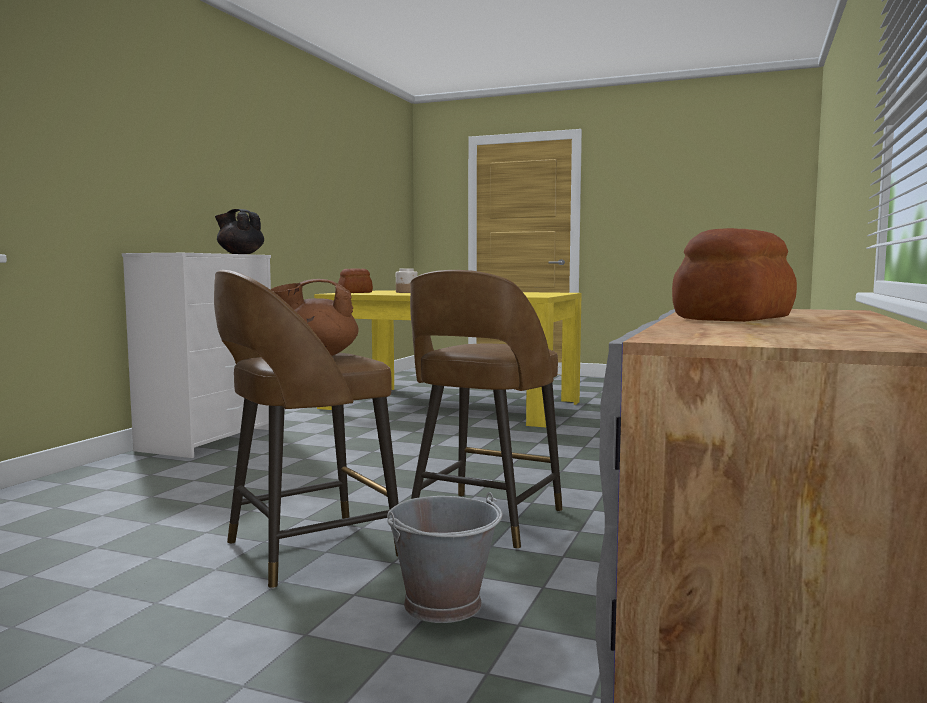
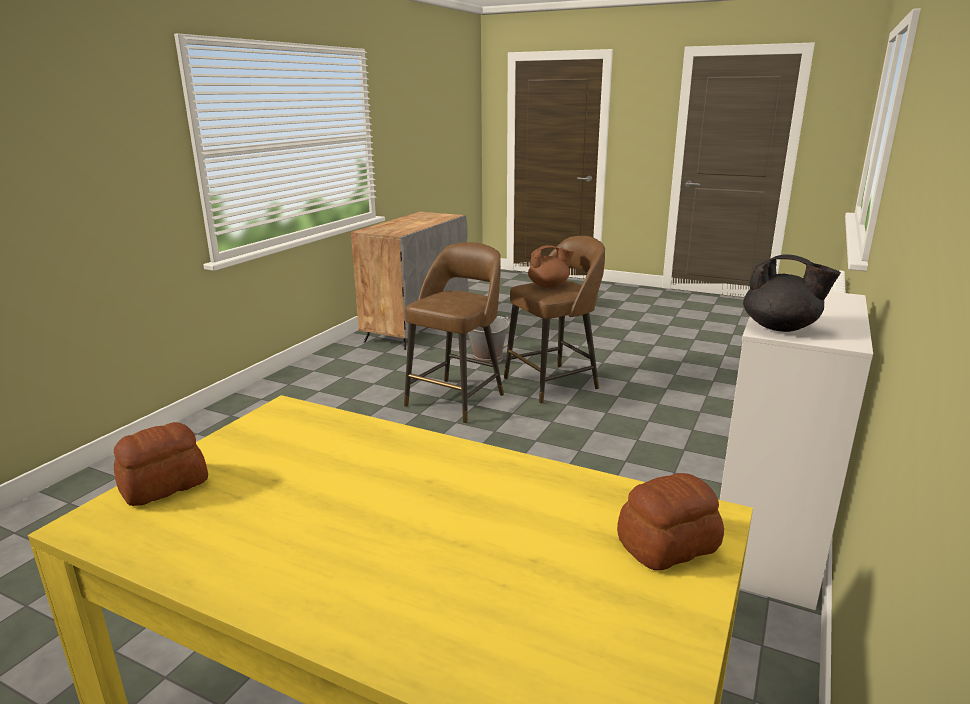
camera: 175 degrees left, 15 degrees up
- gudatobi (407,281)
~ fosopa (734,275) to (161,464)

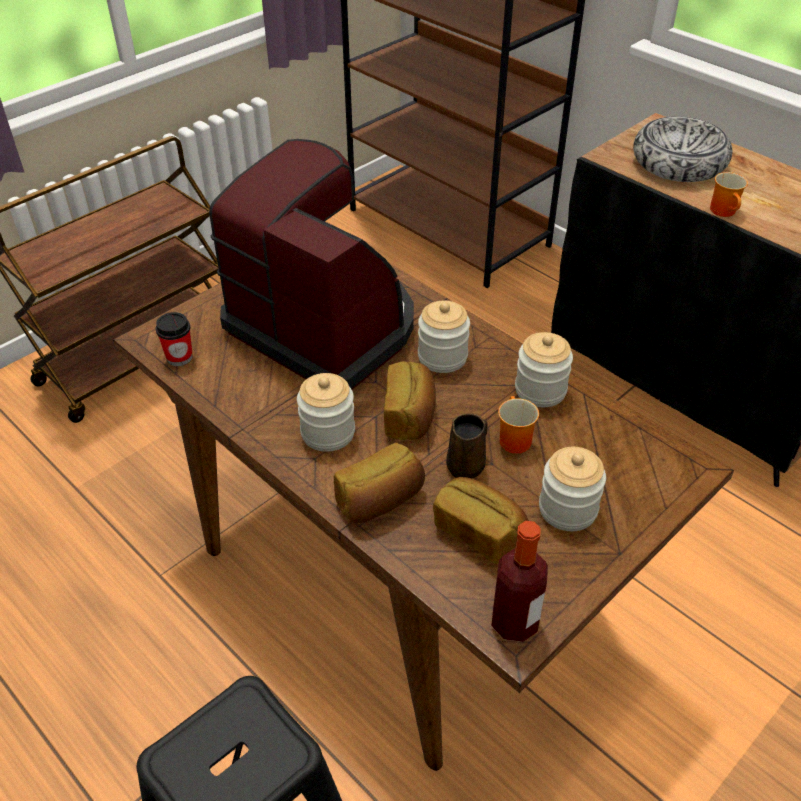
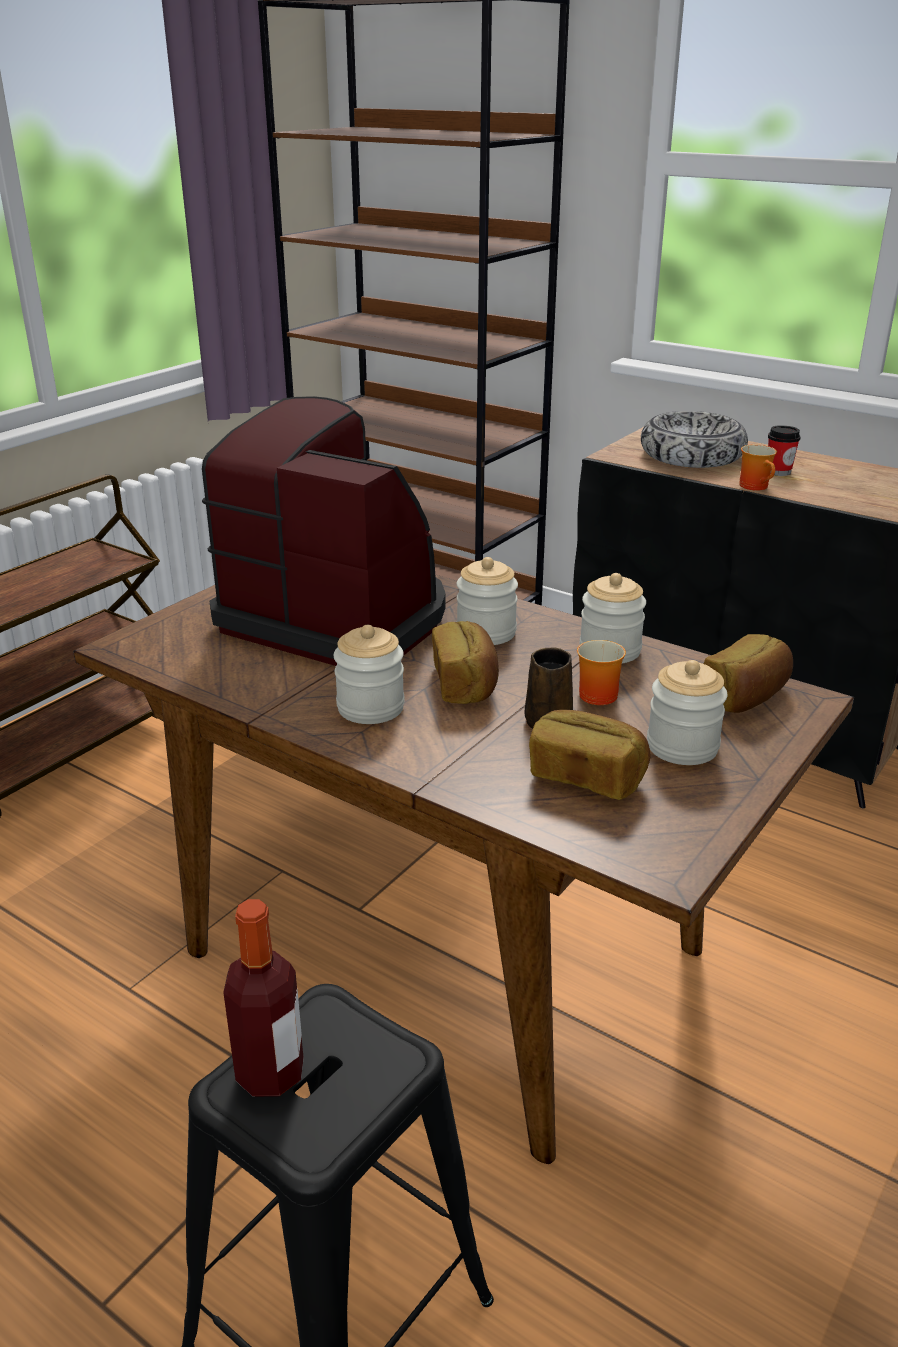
camera: 10 degrees left, 15 degrees down
~ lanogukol (174,339) to (784,450)
~ fosopa (379,483) to (748,673)
~ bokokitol (519,581) to (263,998)

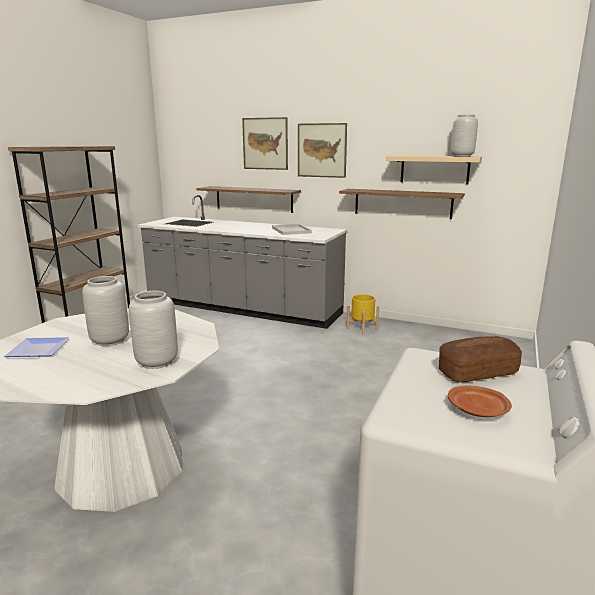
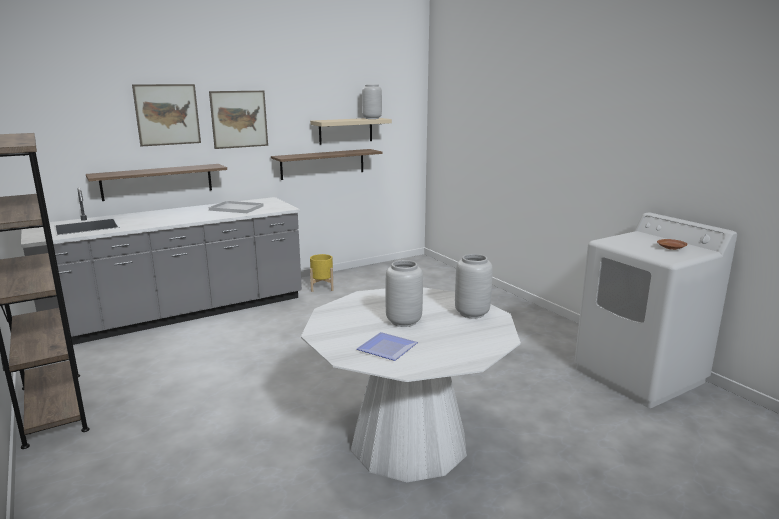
camera: 55 degrees left, 0 degrees up
- fosopa (480,359)

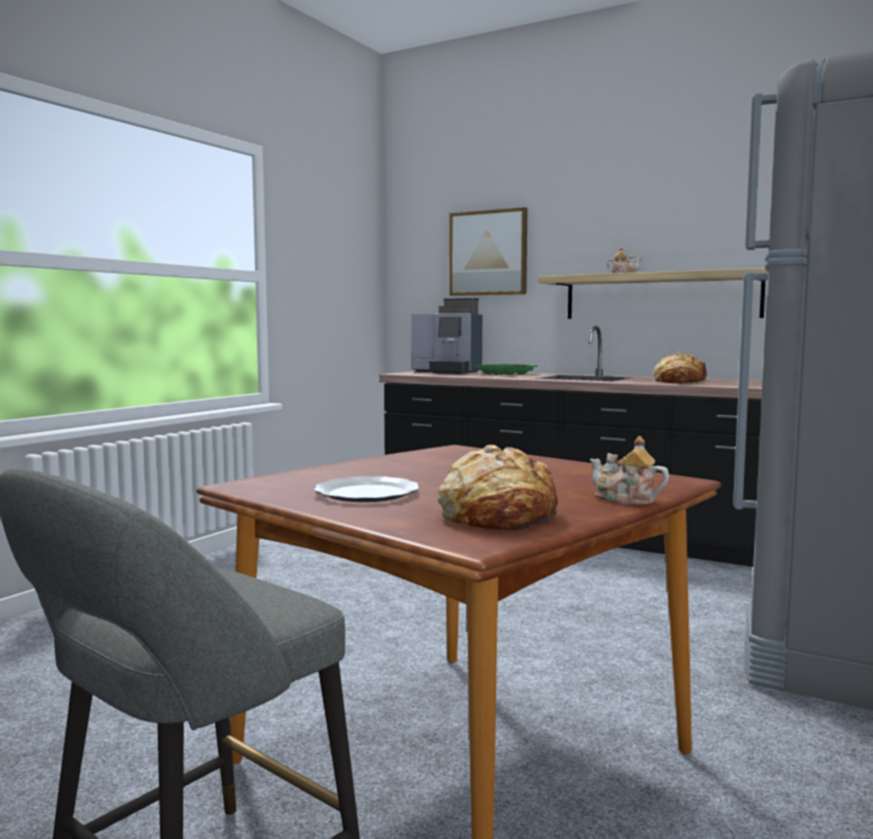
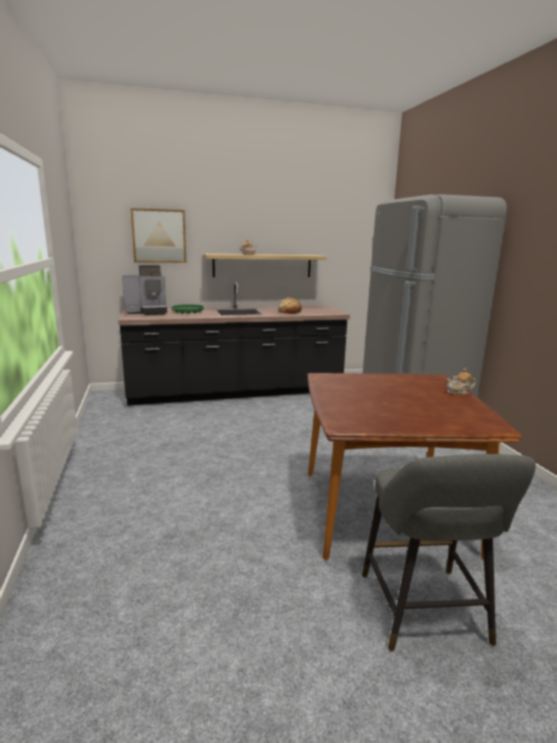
camera: 45 degrees left, 10 degrees up
- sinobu (366,489)
- fosopa (497,487)

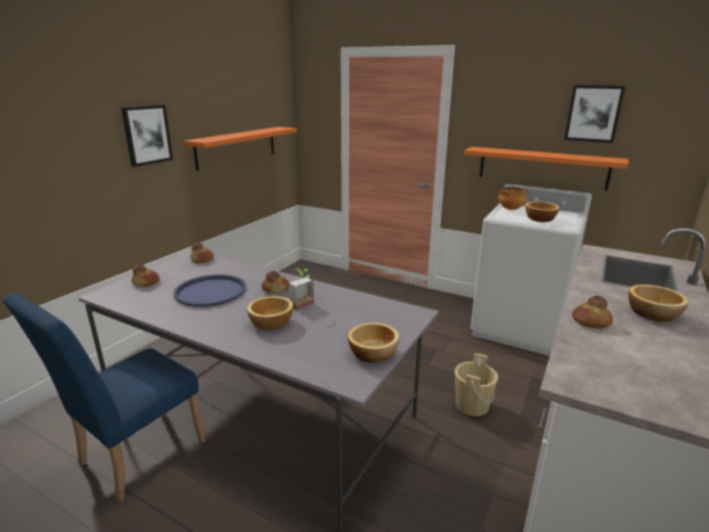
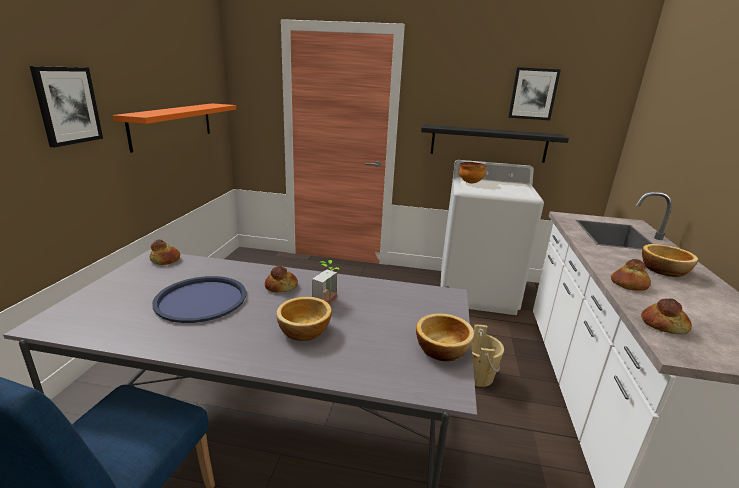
camera: 20 degrees left, 0 degrees up
~ fosopa (146,275) to (666,316)
~ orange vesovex (546,168) to black vesovex (495,144)
- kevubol (542,212)

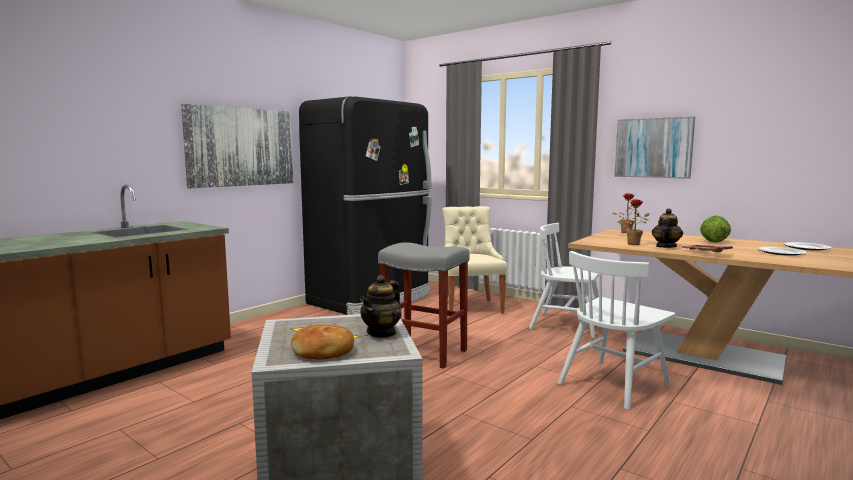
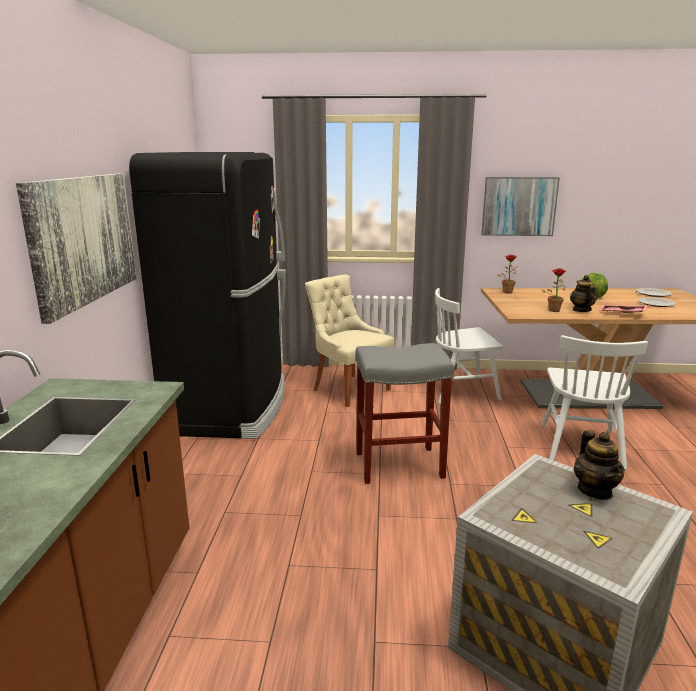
camera: 35 degrees left, 10 degrees up
- fosopa (322,342)

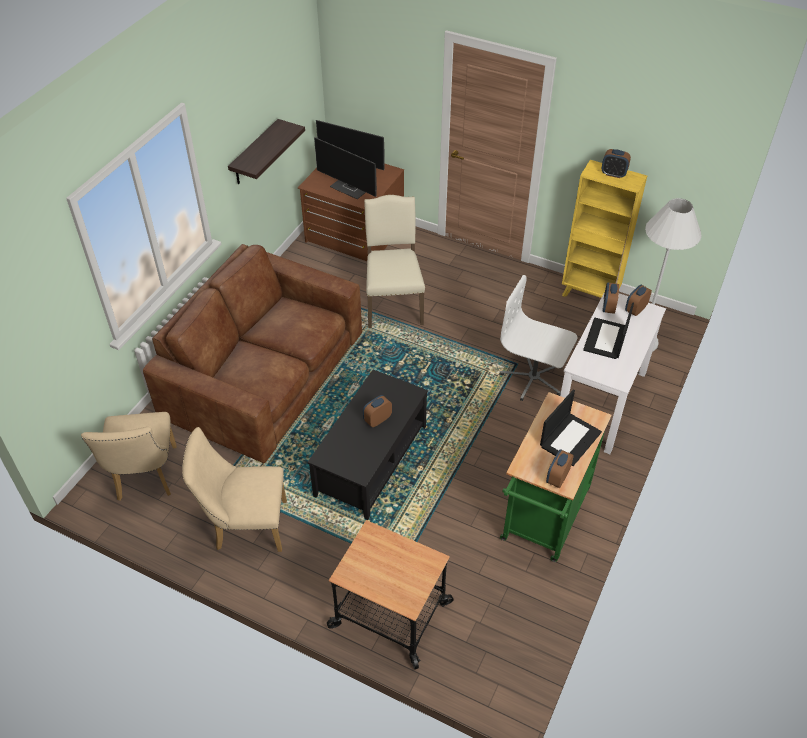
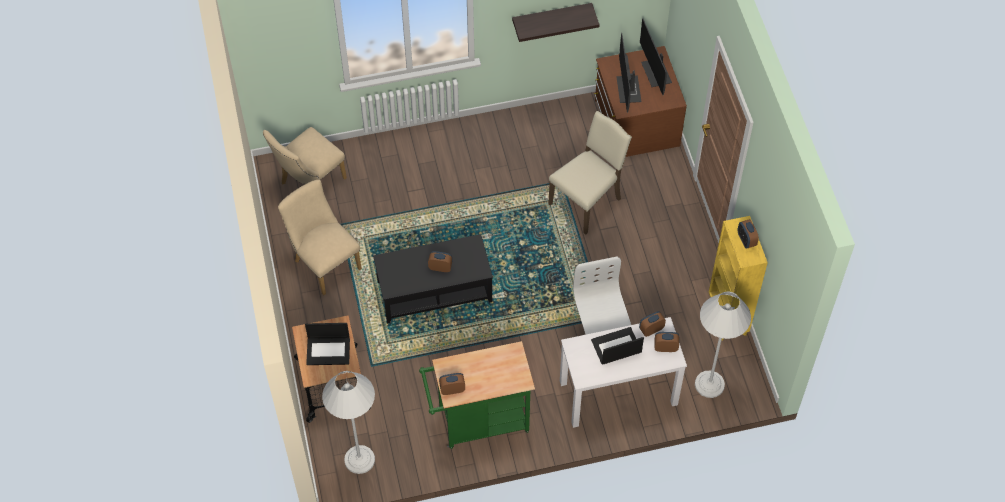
camera: 50 degrees right, 10 degrees up
- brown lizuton (252,353)
~ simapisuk (571,427) to (327,344)
+ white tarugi (348,422)

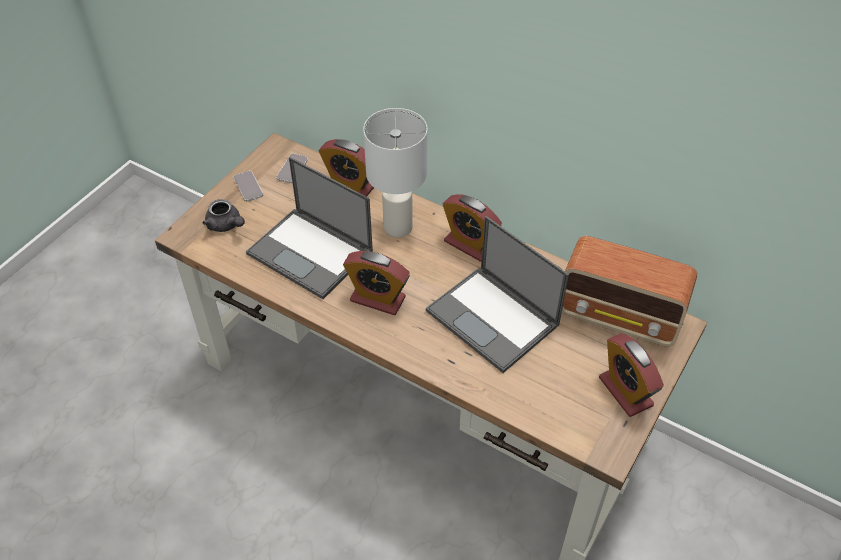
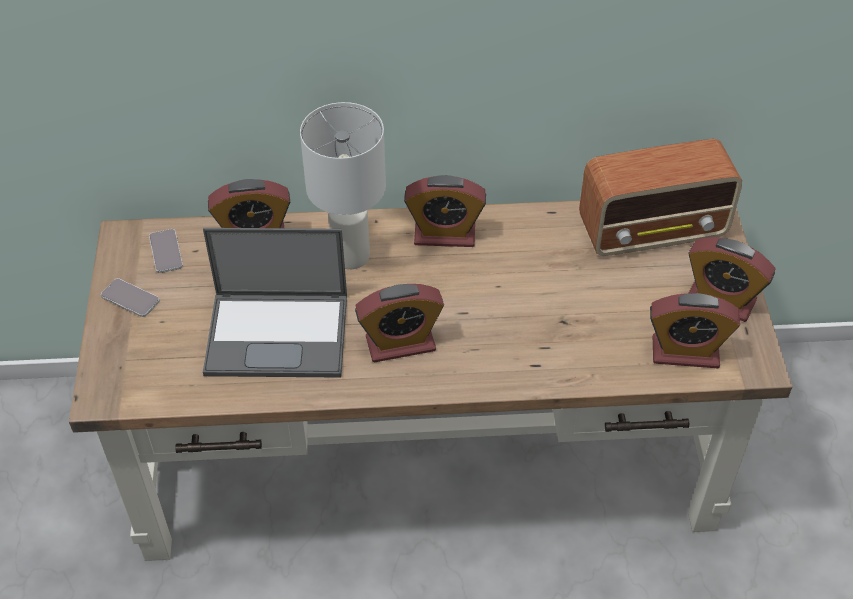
camera: 35 degrees left, 0 degrees up
- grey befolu (223,215)
- simapisuk (497,294)
+ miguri (695,330)

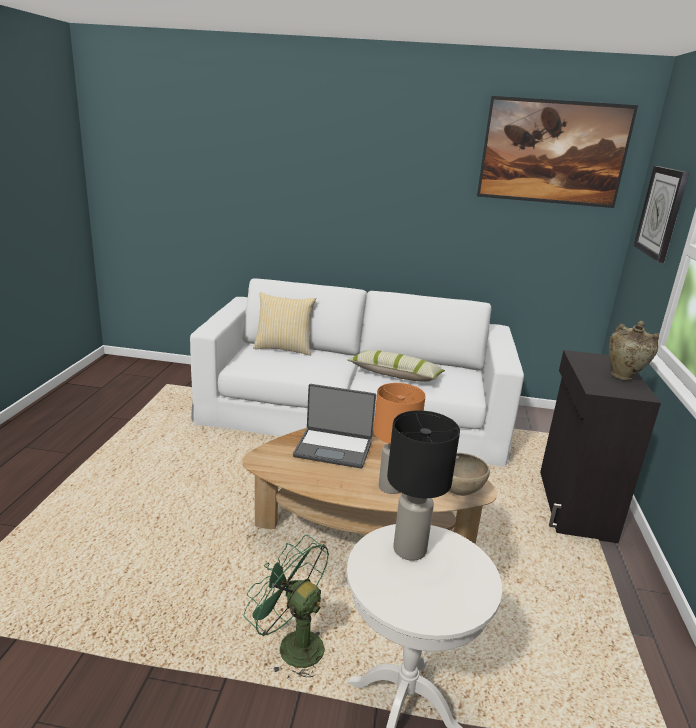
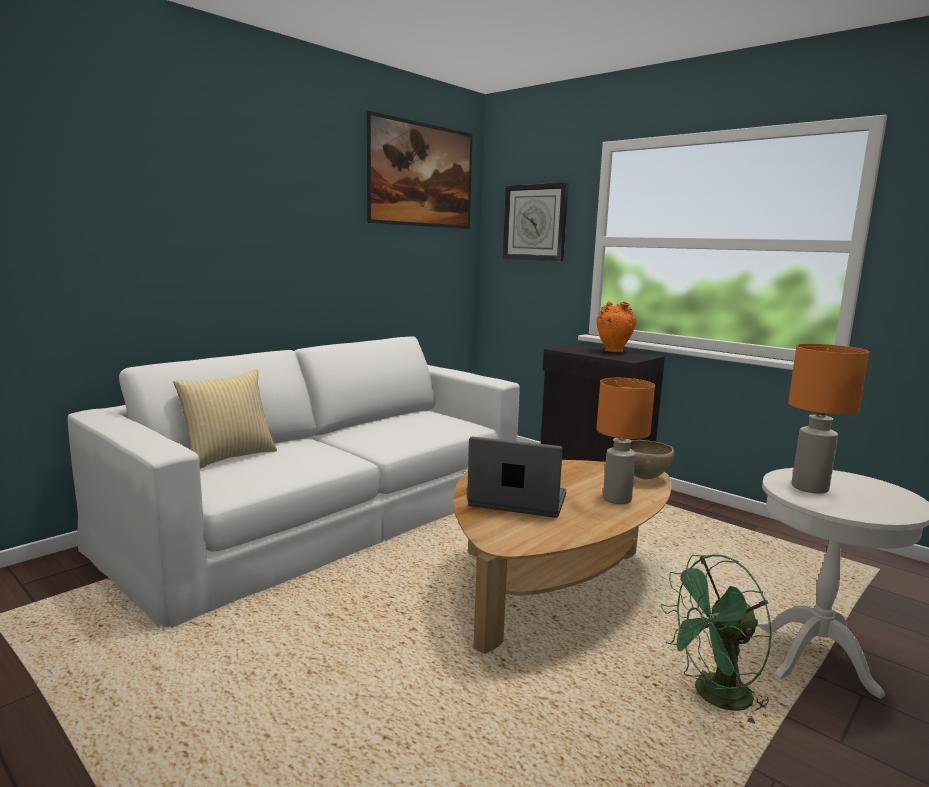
camera: 55 degrees left, 10 degrees down
~ simapisuk (334,426) = (516,477) 120 degrees counterclockwise
- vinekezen (396,366)
~ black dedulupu (423,485) to orange dedulupu (828,419)
~ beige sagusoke (634,351) to orange sagusoke (616,326)

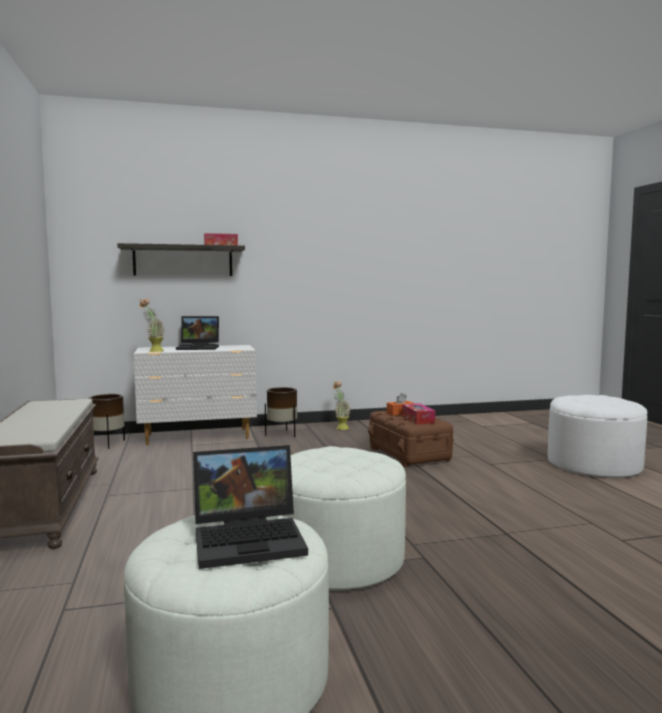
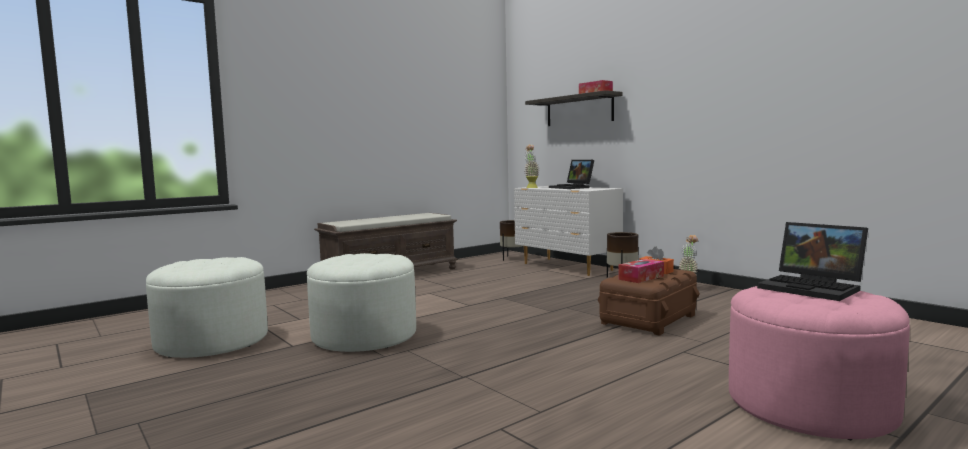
camera: 65 degrees right, 0 degrees up
~ simapisuk (250,507) to (812,261)
~ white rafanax (597,436) to pink rafanax (819,363)

